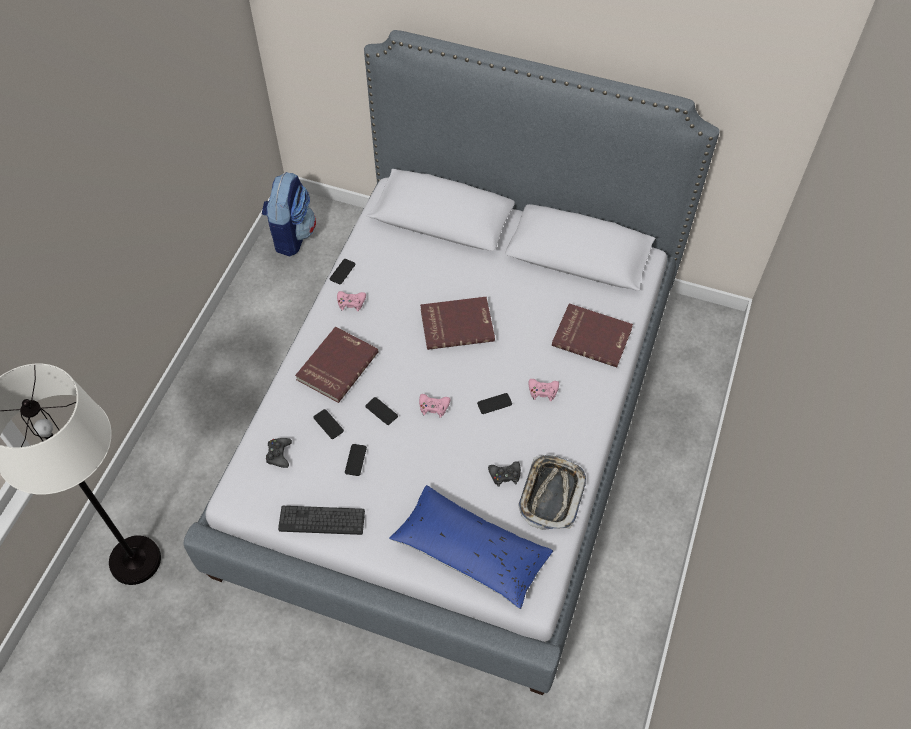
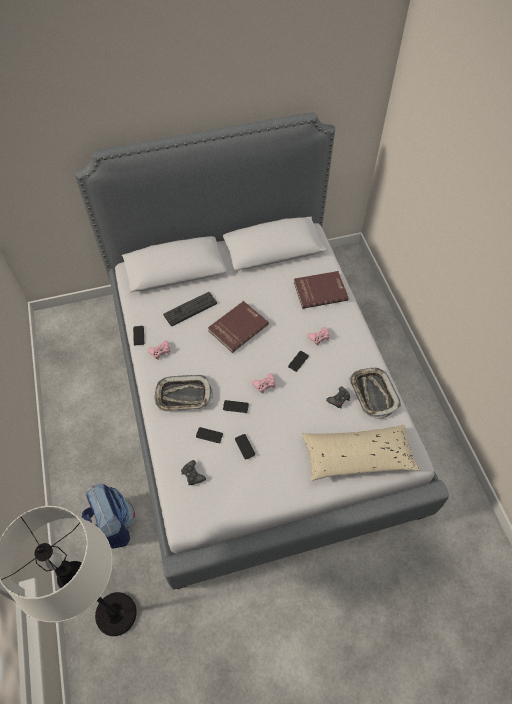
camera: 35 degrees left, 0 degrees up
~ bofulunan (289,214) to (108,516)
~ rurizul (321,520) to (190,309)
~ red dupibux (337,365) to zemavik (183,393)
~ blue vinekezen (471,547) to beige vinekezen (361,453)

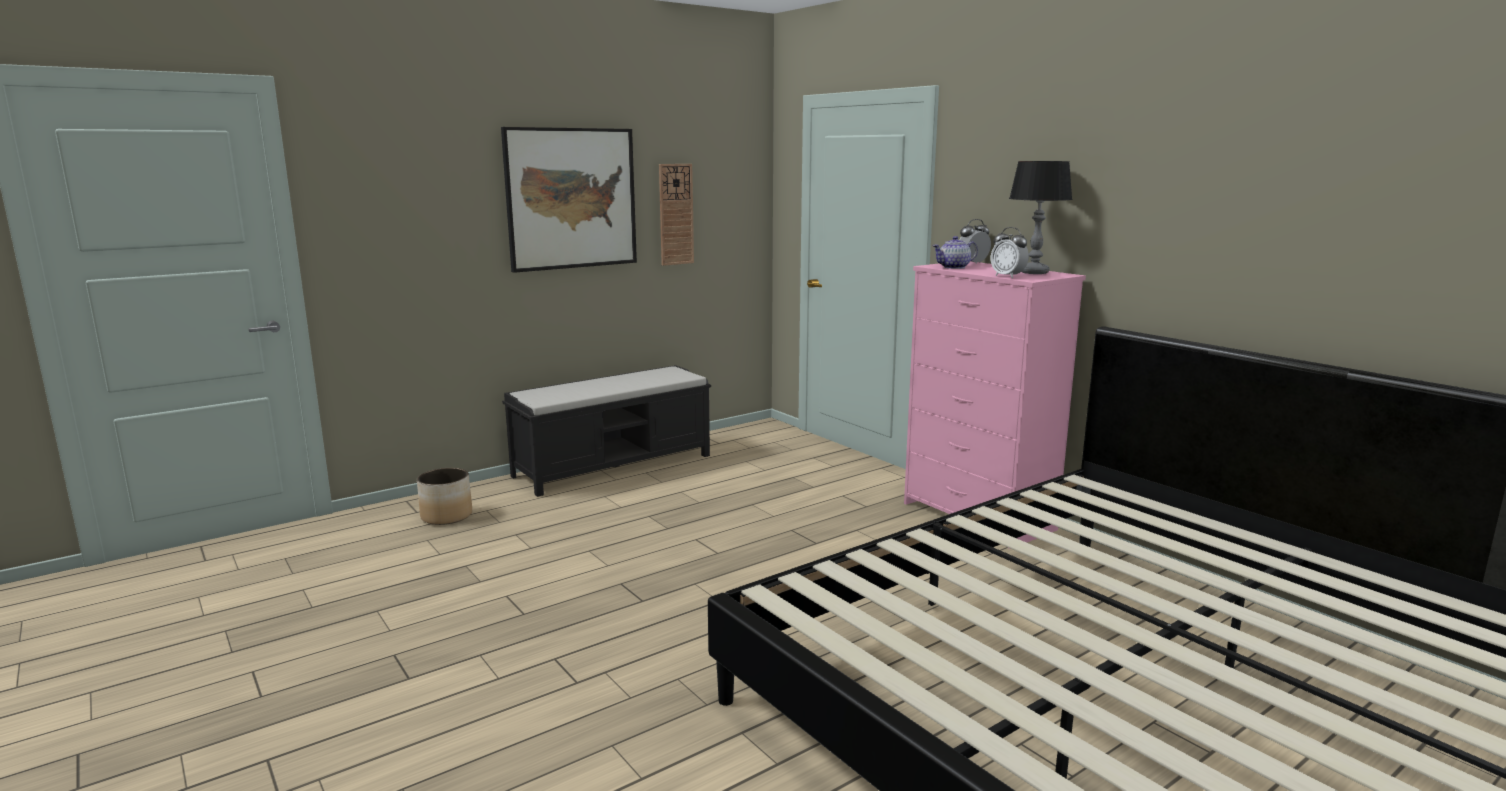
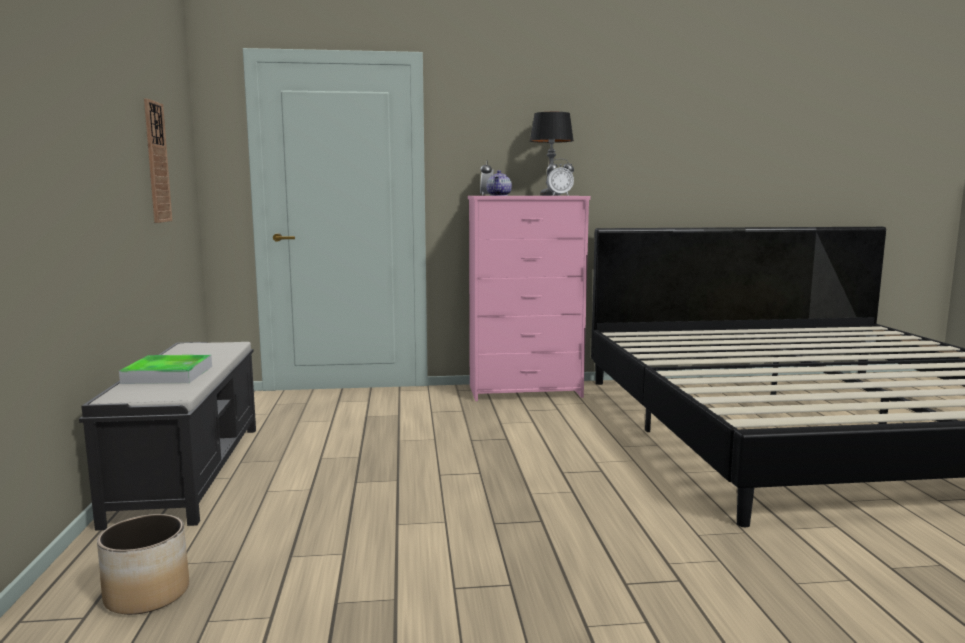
camera: 60 degrees left, 5 degrees down
- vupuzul (569,200)
+ zemavik (165,369)

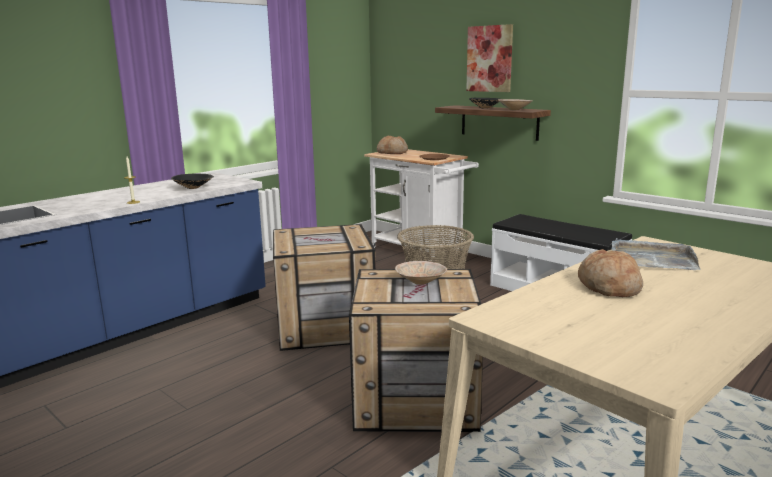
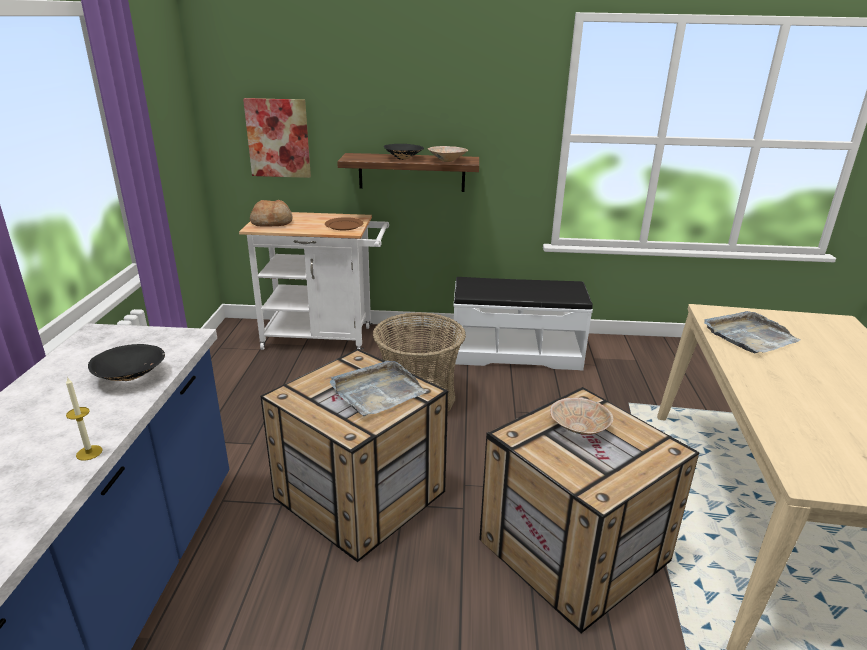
camera: 40 degrees left, 10 degrees up
~ vupuzul (489,58) to (277,138)
- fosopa (610,273)
+ grey zemavik (378,388)

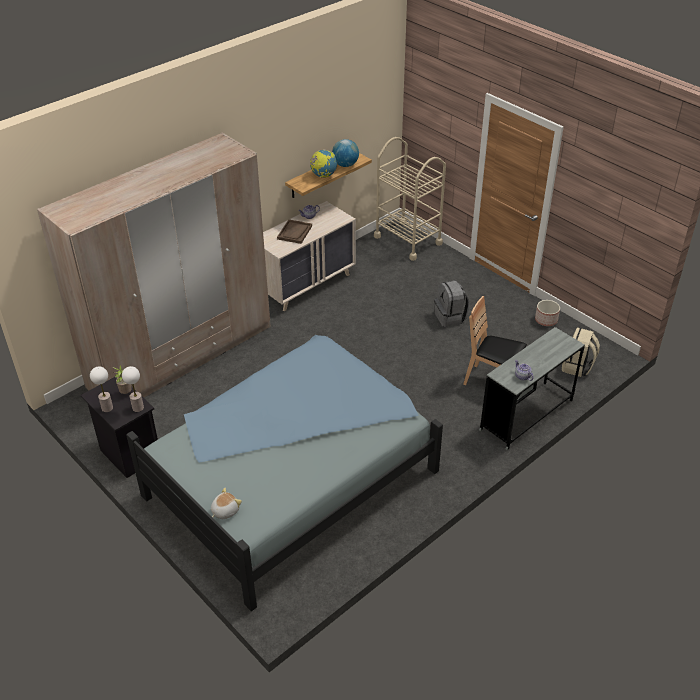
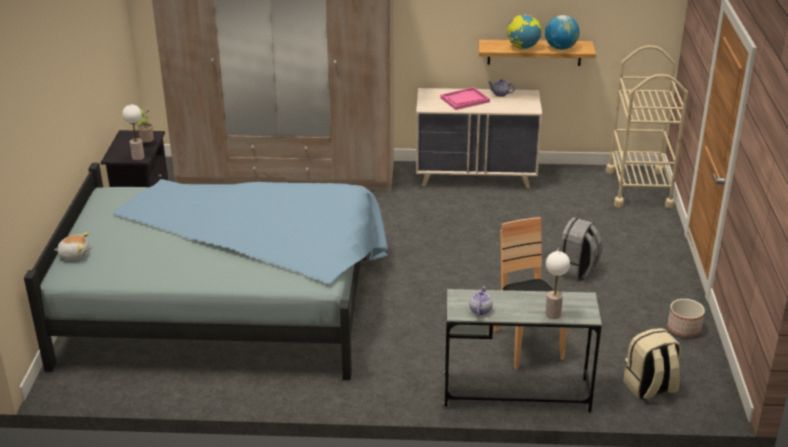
camera: 45 degrees right, 10 degrees down
~ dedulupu (101,389) to (558,285)
~ brown zemavik (294,232) to pink zemavik (465,98)

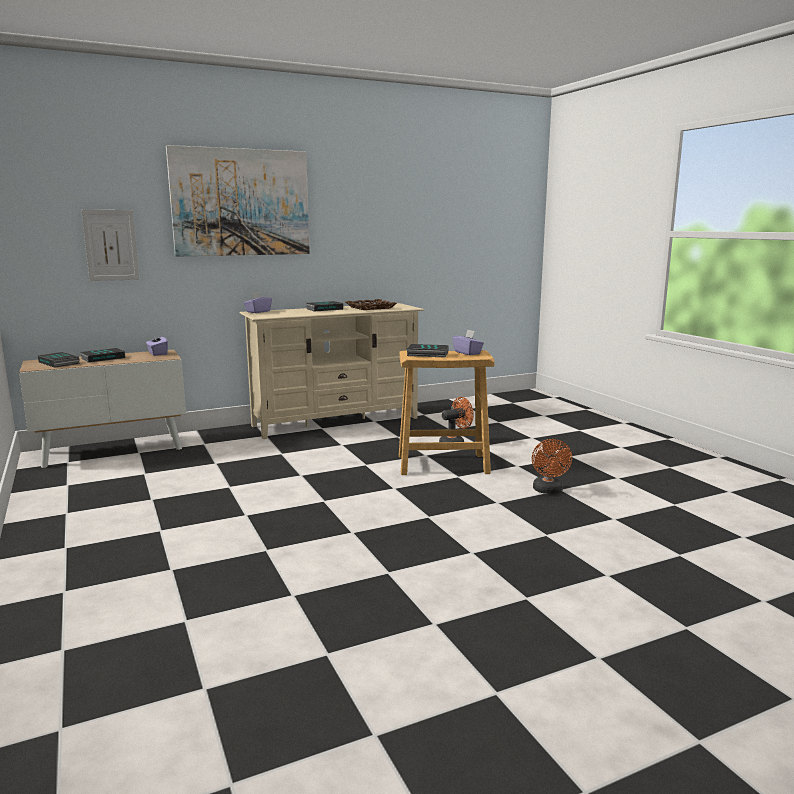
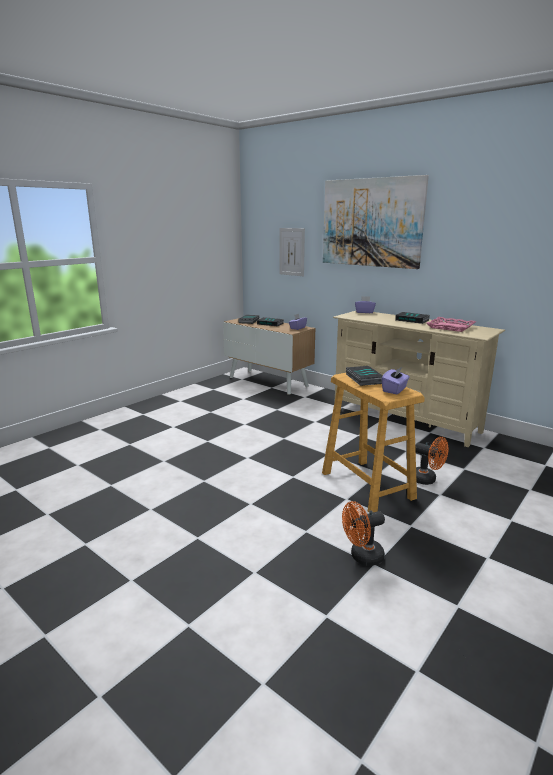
camera: 65 degrees right, 5 degrees up
~ brown zemavik (371,304) to pink zemavik (451,324)

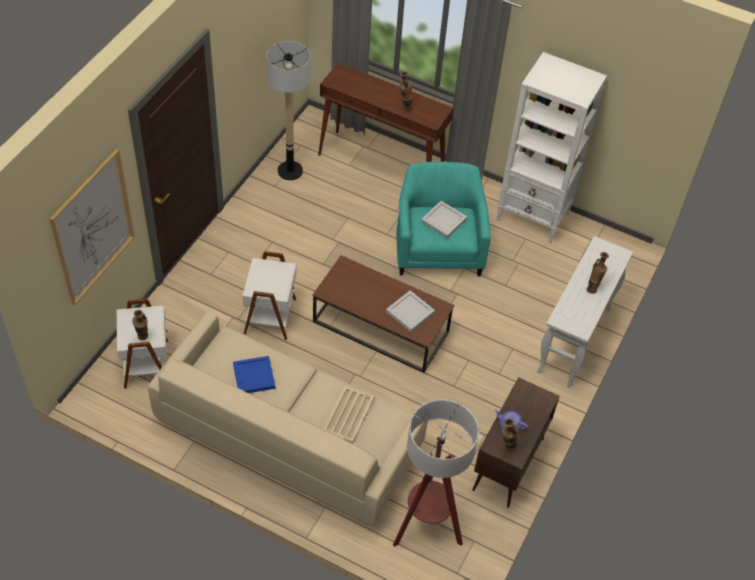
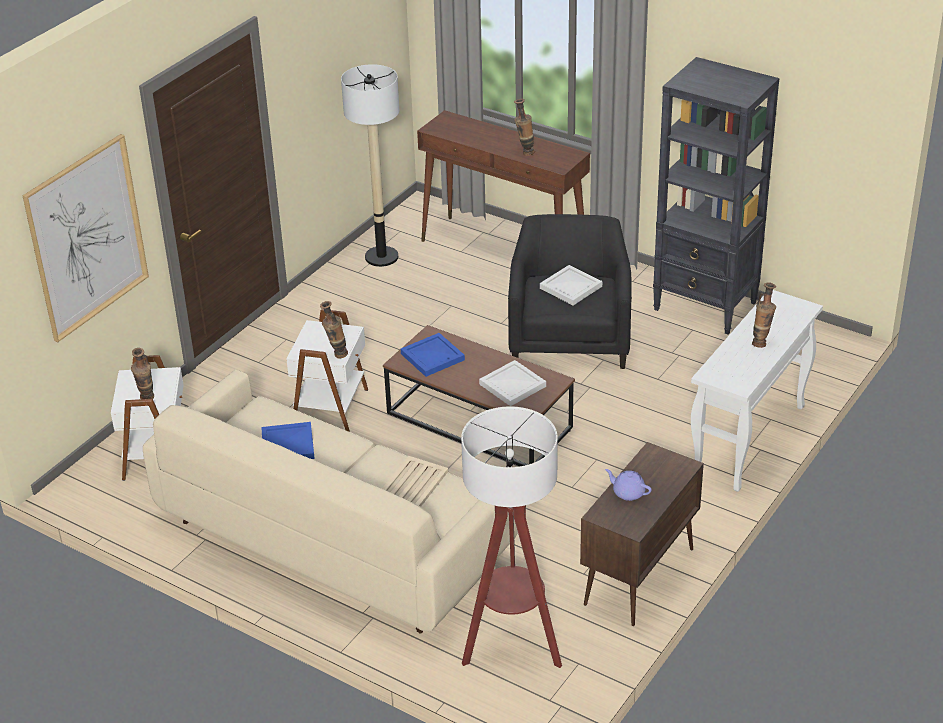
camera: 10 degrees right, 15 degrees down
~ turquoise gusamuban (443,219) to black gusamuban (570,291)
~ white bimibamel (551,147) to black bimibamel (716,195)
~ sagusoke (510,435) to (334,329)
+ blue zemavik (433,355)

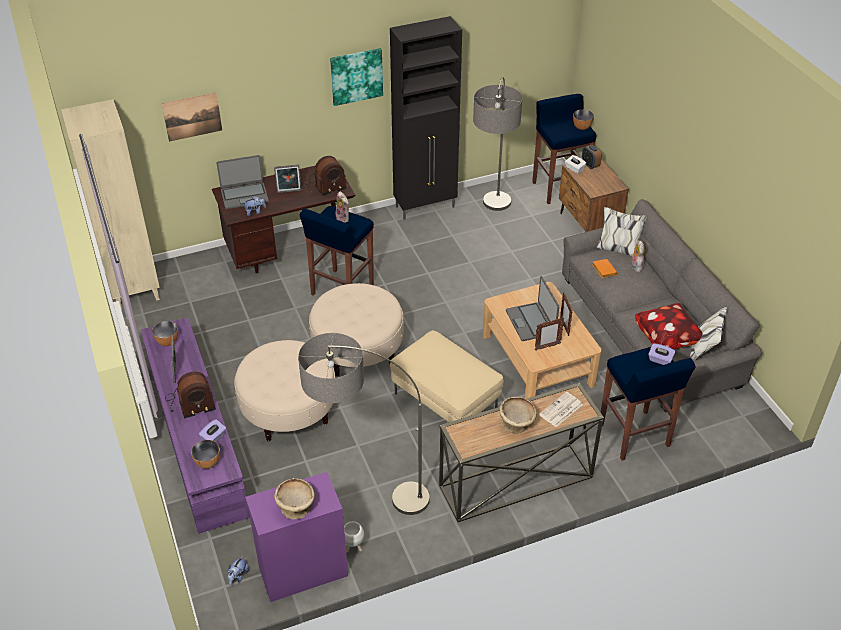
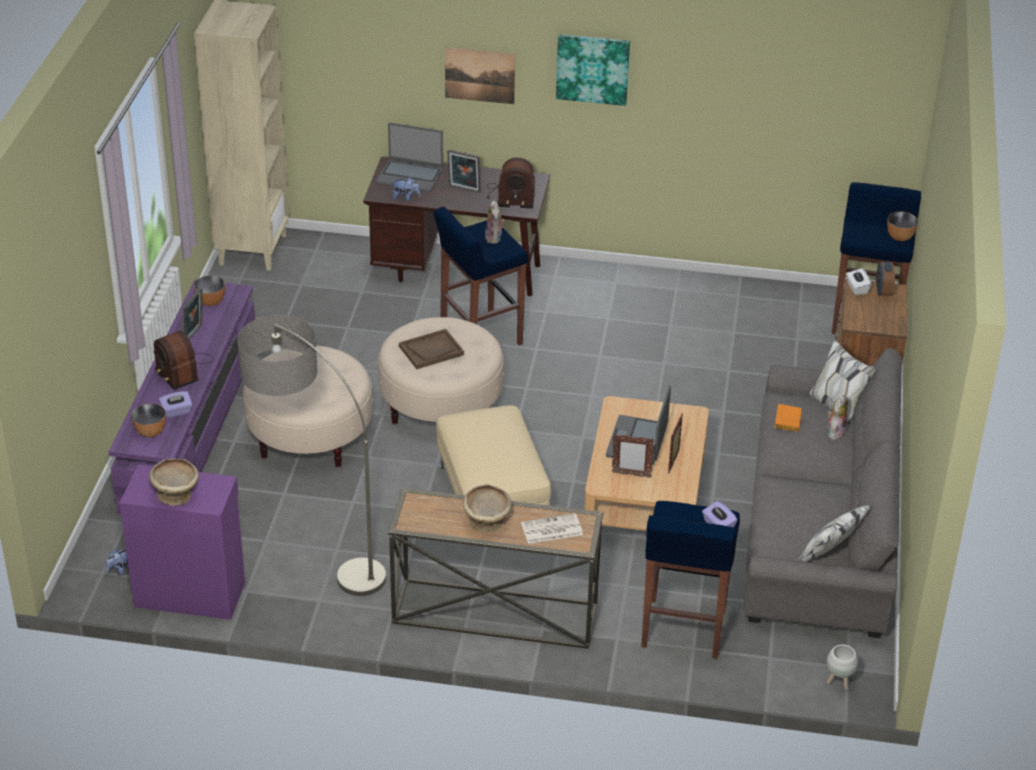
camera: 30 degrees right, 5 degrees down
~ vupuzul (192,117) to (480,75)
~ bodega (190,394) = (184,360) 45 degrees clockwise
~ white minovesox (354,536) to (842,667)
- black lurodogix (426,118)
- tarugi (497,144)
- vinekezen (669,326)
+ brown zemavik (431,349)

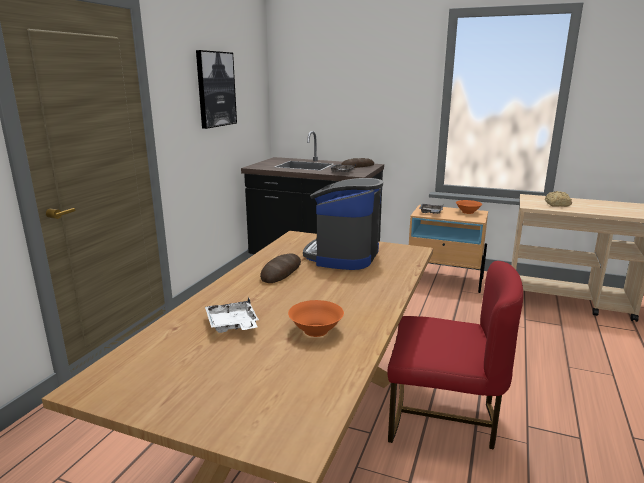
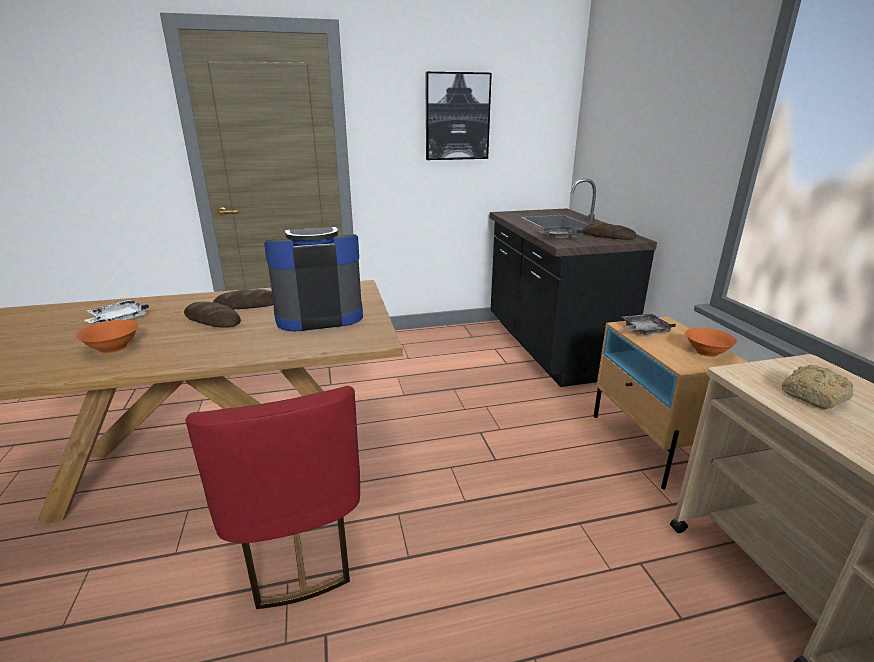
camera: 55 degrees right, 5 degrees up
+ fosopa (212,314)

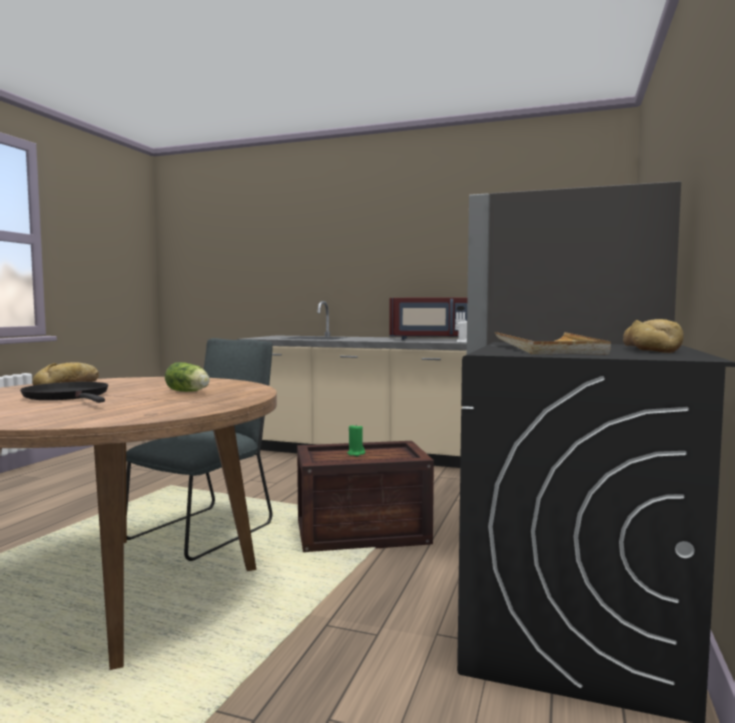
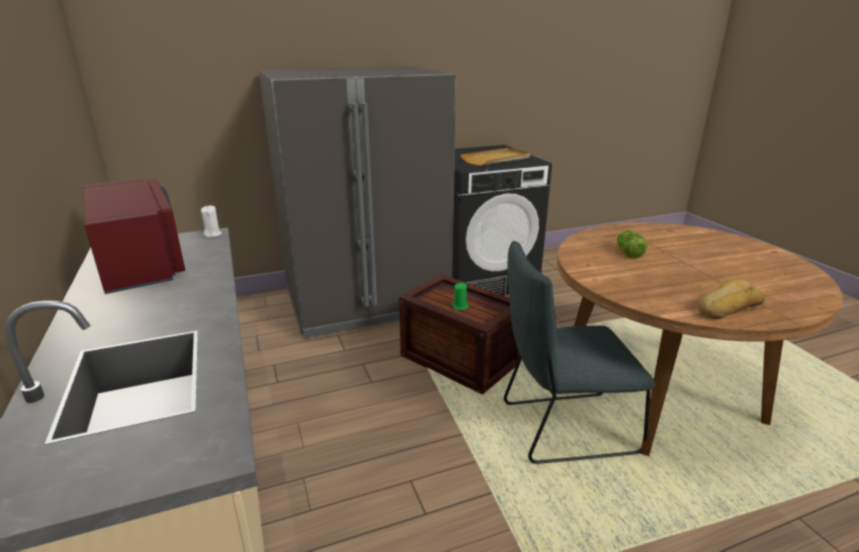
camera: 130 degrees left, 20 degrees up
- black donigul (64,392)
- fosopa (653,336)

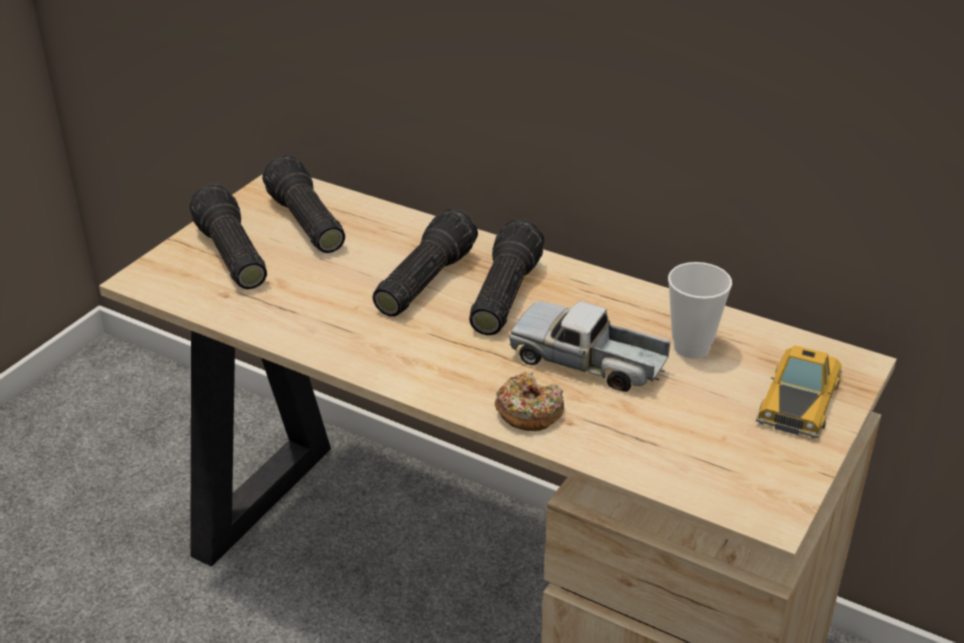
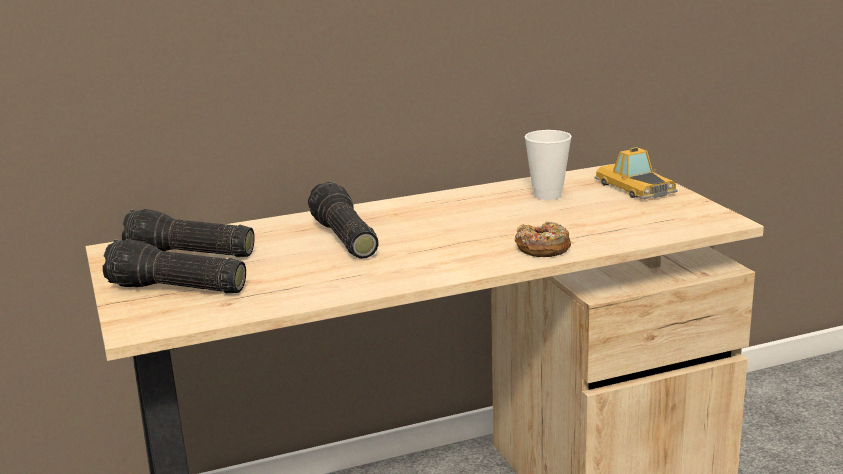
camera: 50 degrees left, 15 degrees down
- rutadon (506,277)
- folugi (589,346)

